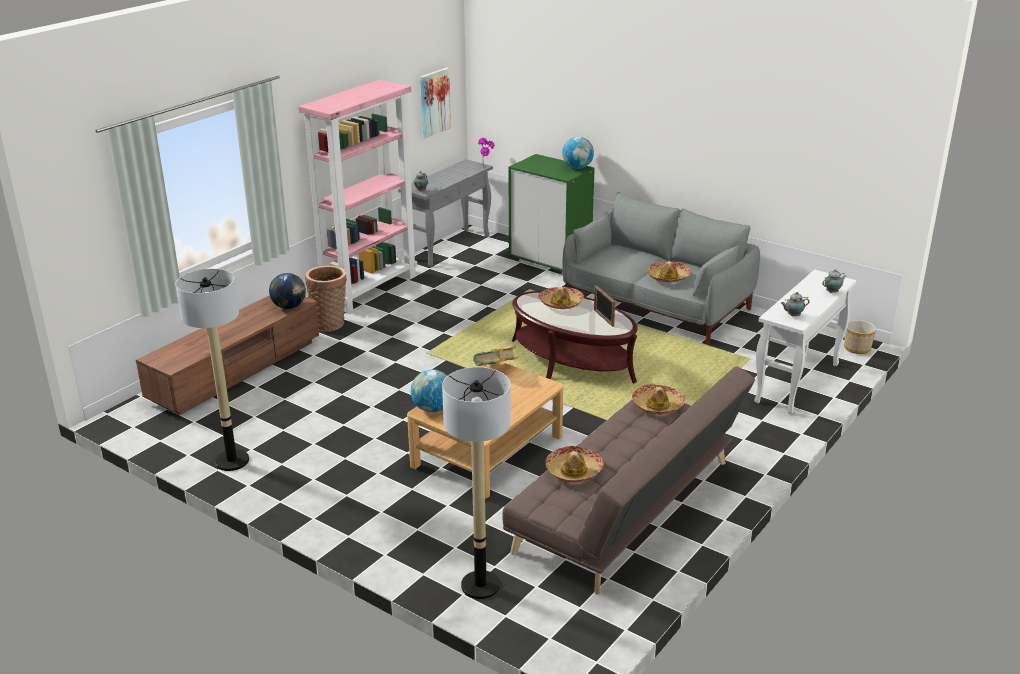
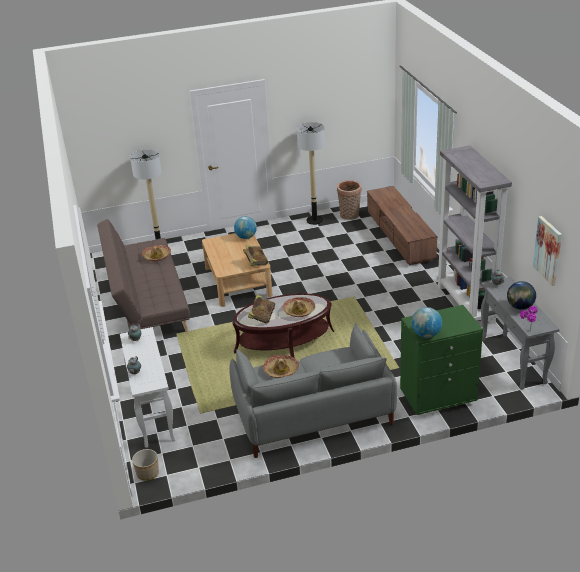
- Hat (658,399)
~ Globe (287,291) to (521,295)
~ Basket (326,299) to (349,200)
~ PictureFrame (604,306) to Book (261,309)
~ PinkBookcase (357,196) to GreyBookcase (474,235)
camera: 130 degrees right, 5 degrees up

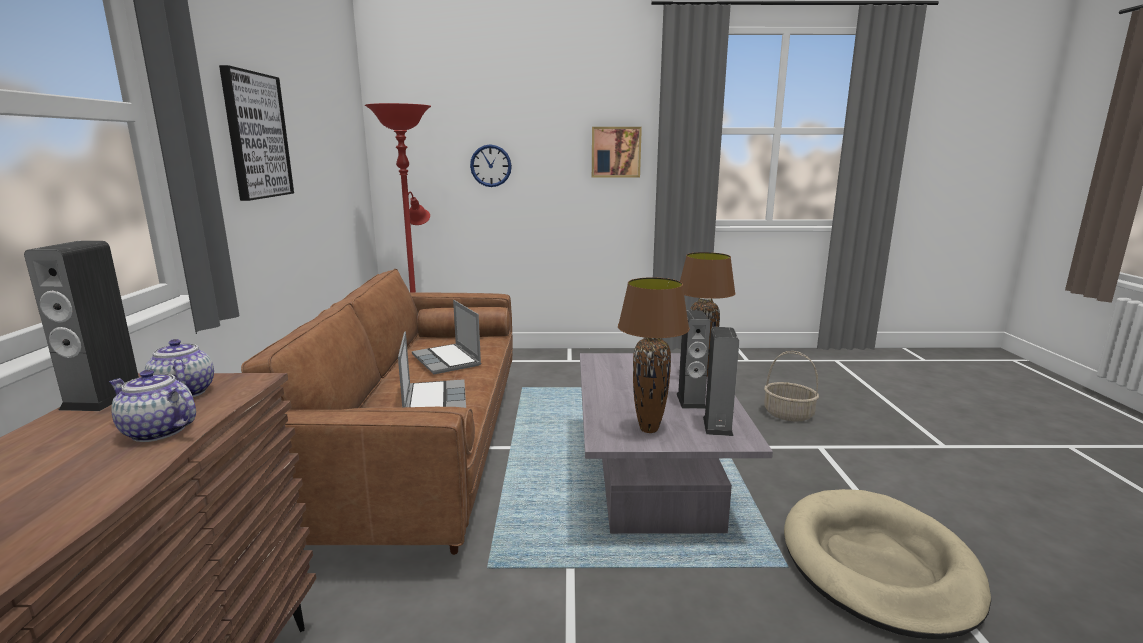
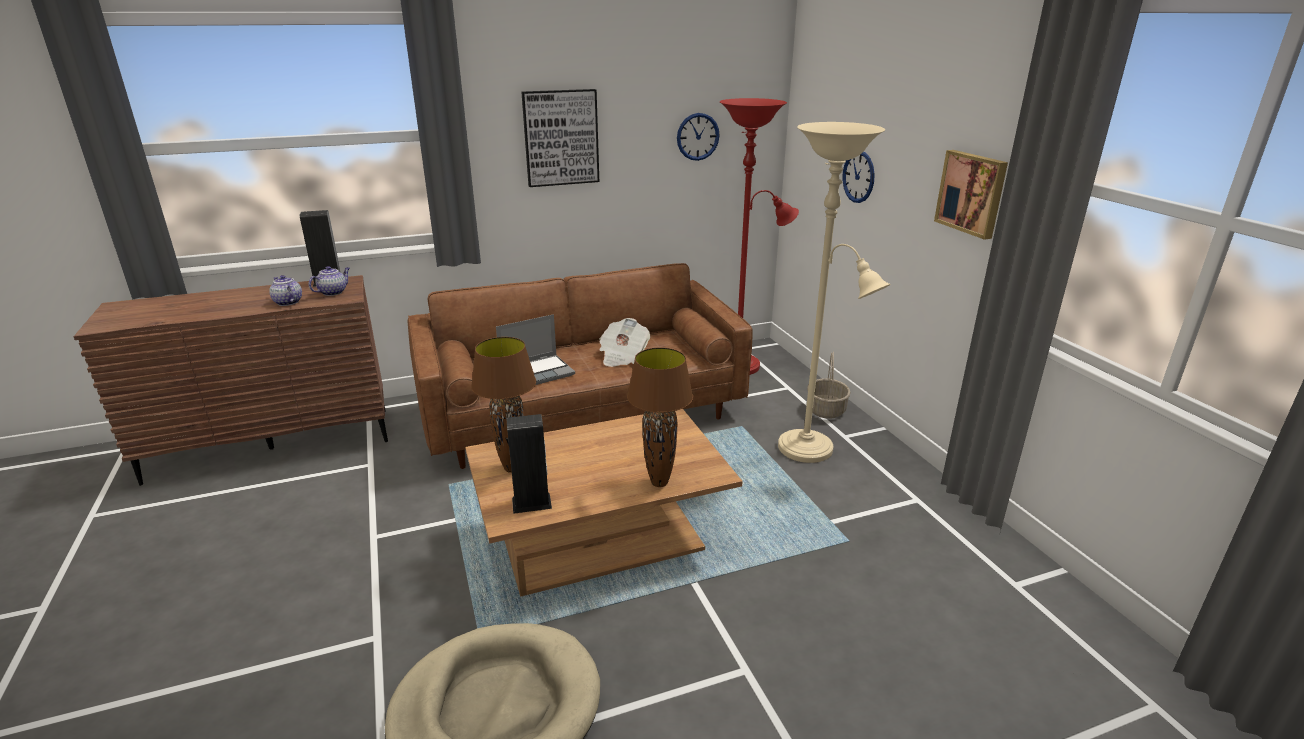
- Speaker (694,360)
+ WallClock (698,137)
+ BeigeFloorLamp (834,292)
~ Basket (791,386) to (829,385)
~ Laptop (446,337) to Newspaper (624,342)
~ GreyCoffeeTable (676,443) to BrownCoffeeTable (603,502)
~ Teapot (152,406) = (286,290) 45 degrees counterclockwise
camera: 70 degrees right, 10 degrees up

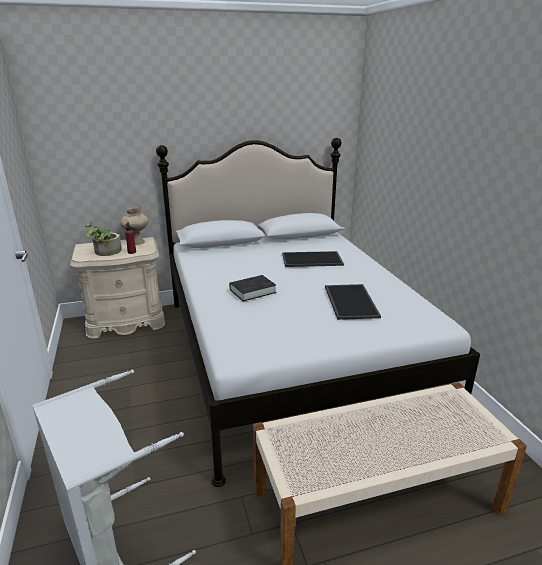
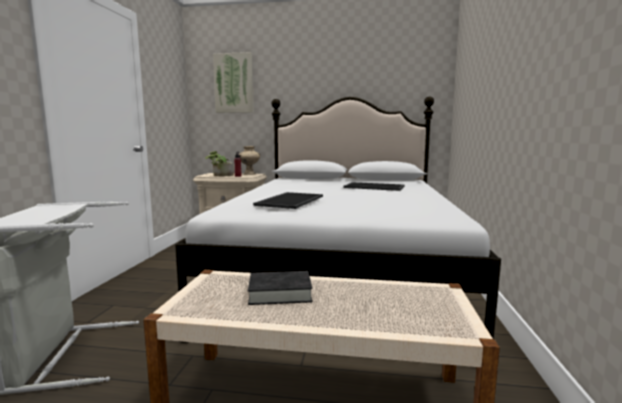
+ Picture (233,82)
~ BlackBook (252,288) to (280,288)
~ Tray (353,302) to (288,200)
camera: 25 degrees right, 15 degrees down

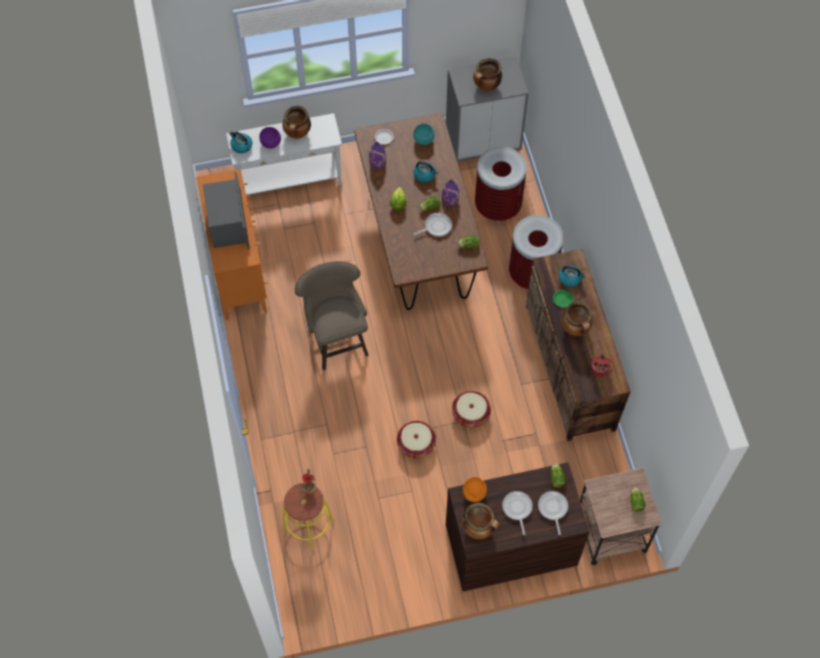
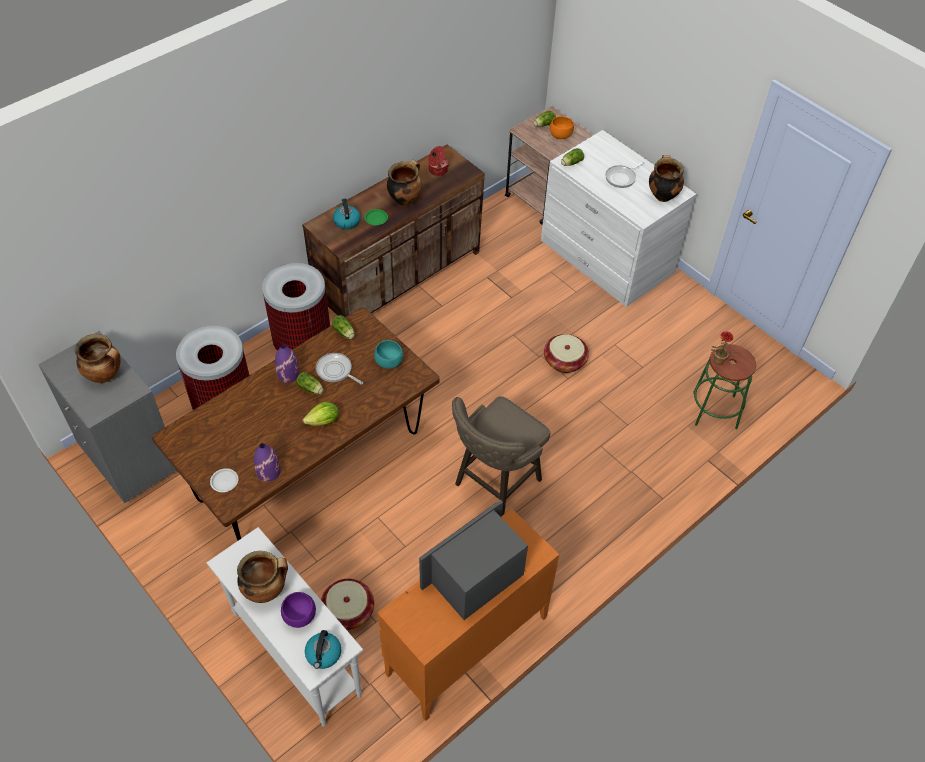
- Kettle (426,171)
- FryingPan (553,513)
~ TurquoiseBowl (424,134) to (388,354)
~ Basket (471,409) to (347,604)
~ OrangeBowl (474,489) to (562,127)
~ YellowStool (308,516) to GreenStool (724,386)
~ BrownDresser (518,526) to WhiteDresser (619,218)
camera: 120 degrees left, 10 degrees down

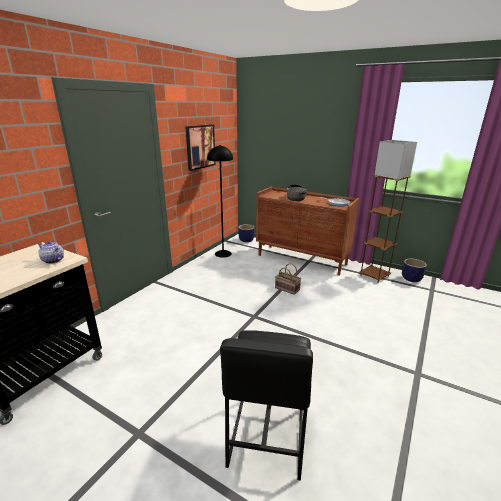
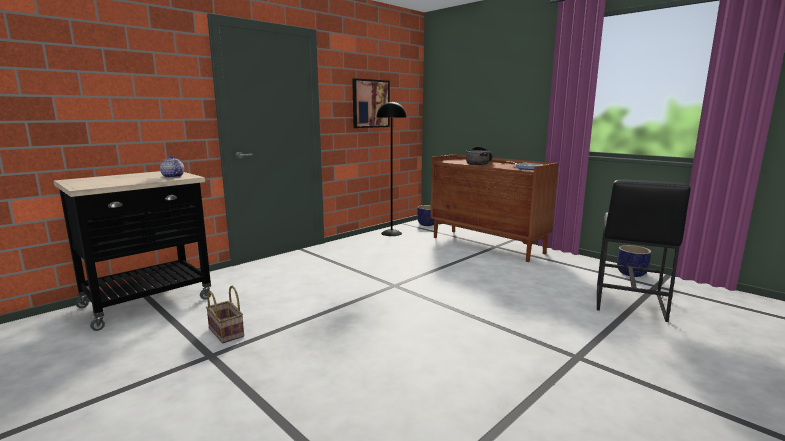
- BrownFloorLamp (388,211)
~ BlackChair (266,405) to (644,250)
~ Basket (288,279) to (225,314)
camera: 15 degrees right, 10 degrees down

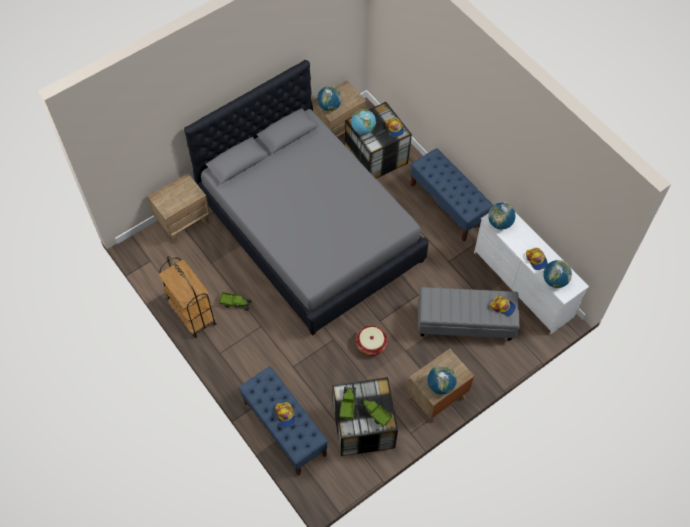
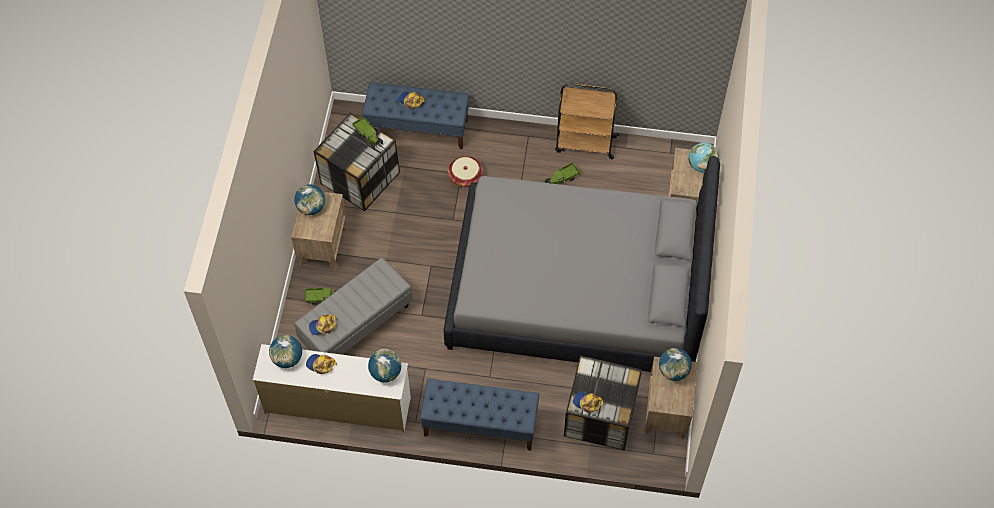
~ Globe (363,121) to (703,158)
~ Basket (372,341) to (465,171)
~ ToyTruck (375,411) to (321,296)
camera: 135 degrees right, 0 degrees up

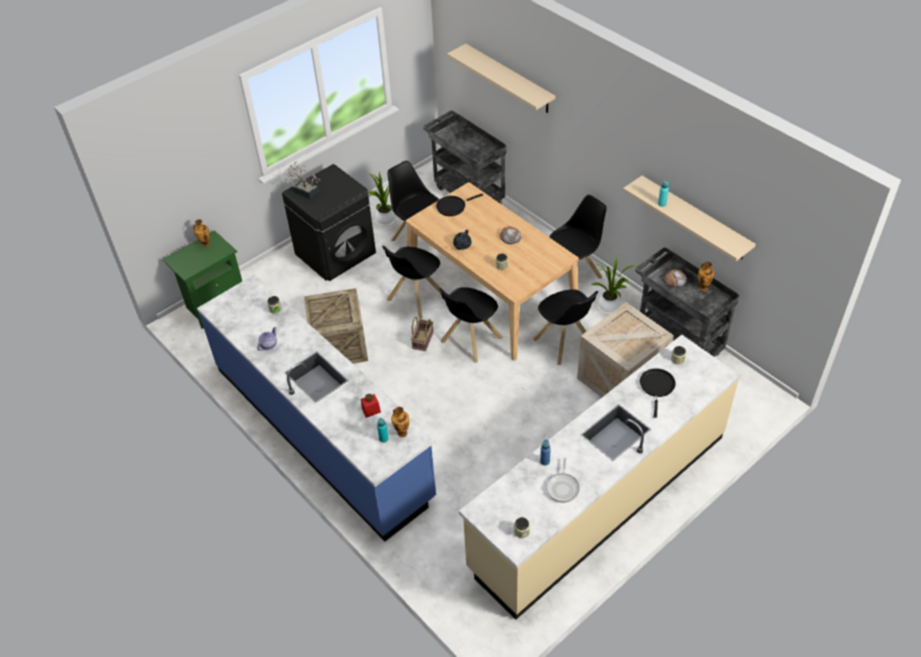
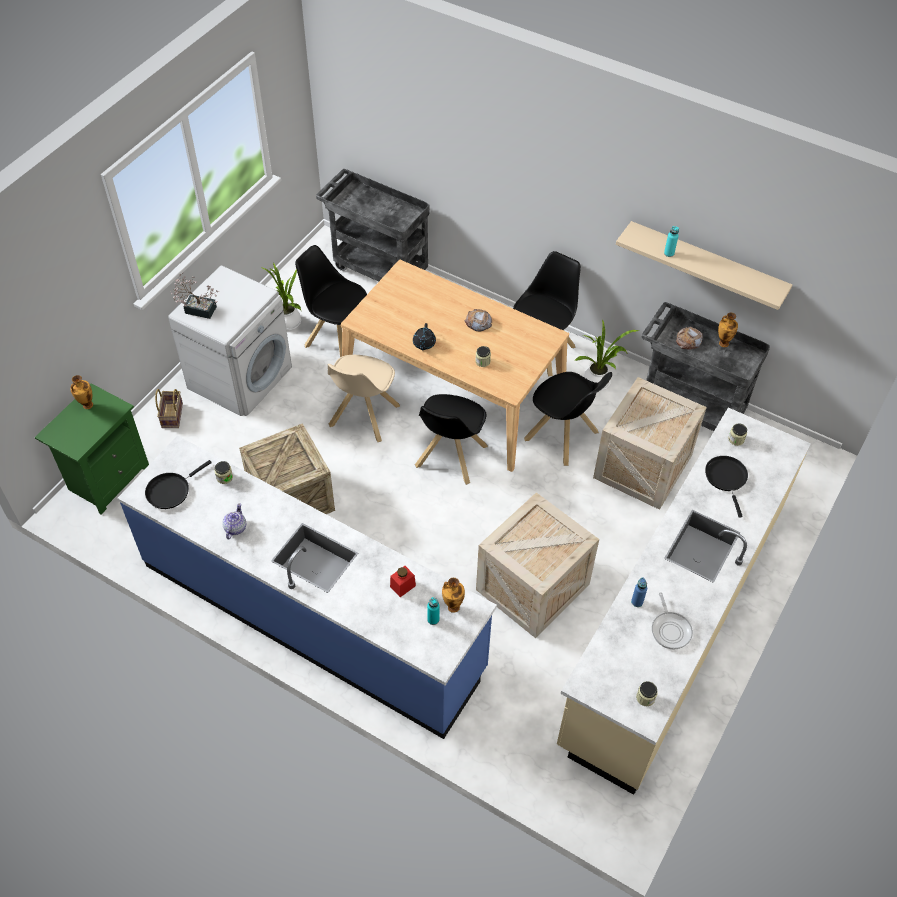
- BeigeShelf (501,78)
+ Crate (537,565)
~ Basket (422,334) to (169,408)
~ BlackFryingPan (459,205) to (178,484)
~ BlackWashingMachine (329,222) to WhiteWashingMachine (230,340)
~ BlackChair (411,282) to BeigeChair (363,398)
camera: 20 degrees left, 5 degrees up

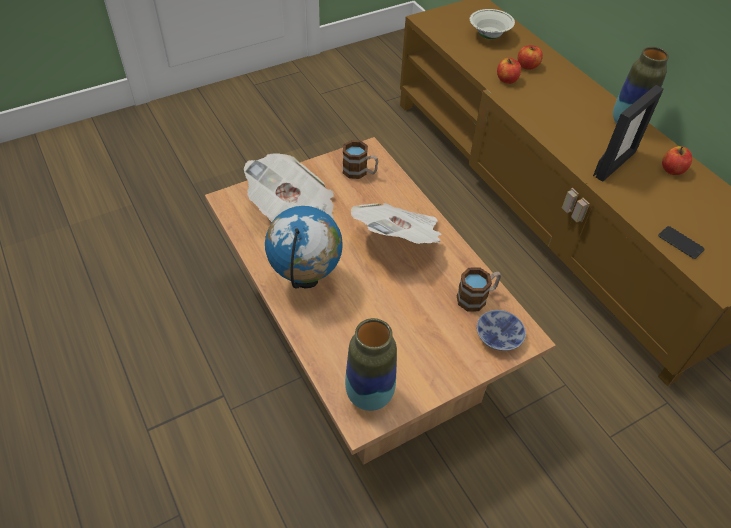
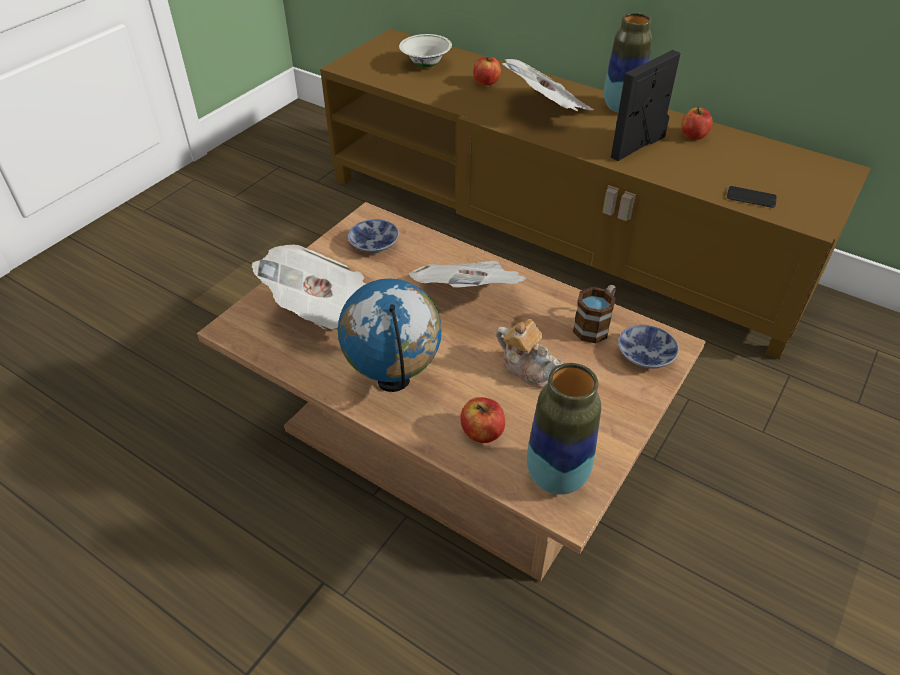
+ Teapot (529,353)
+ Newspaper (548,85)
~ Apple (509,71) to (483,420)
~ Mug (360,159) to Bowl (373,236)
~ PictureFrame (628,133) = (646,105) 150 degrees counterclockwise
camera: 25 degrees left, 5 degrees down

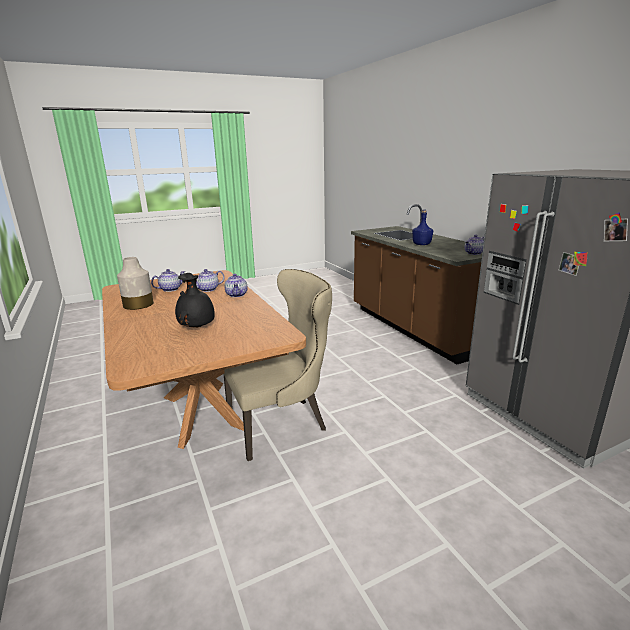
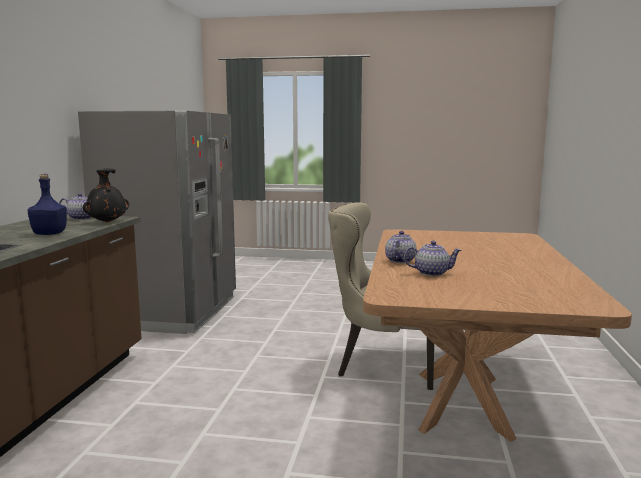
- BeigeVase (135,283)
- Teapot (168,280)
~ BlackVase (195,300) to (106,195)
camera: 145 degrees left, 10 degrees down

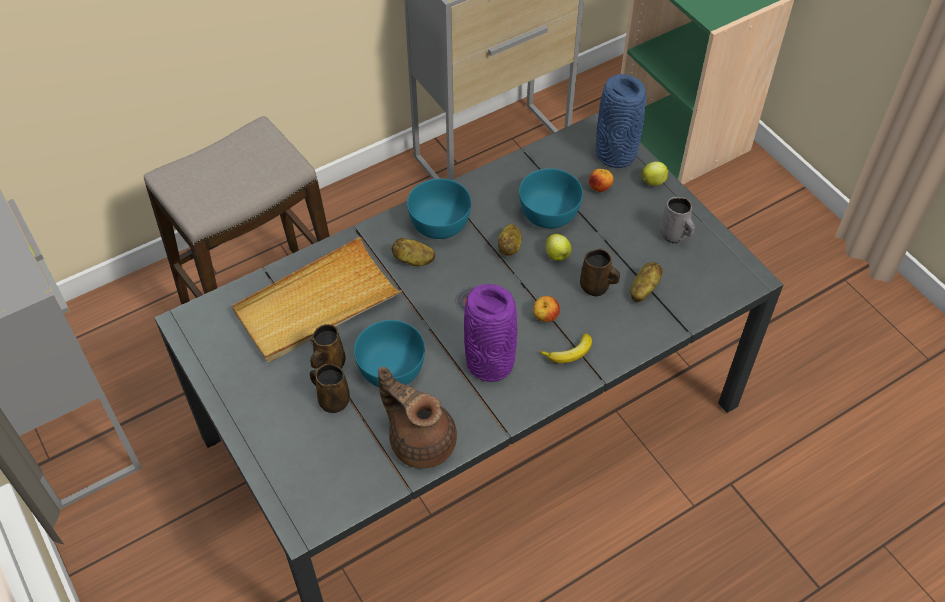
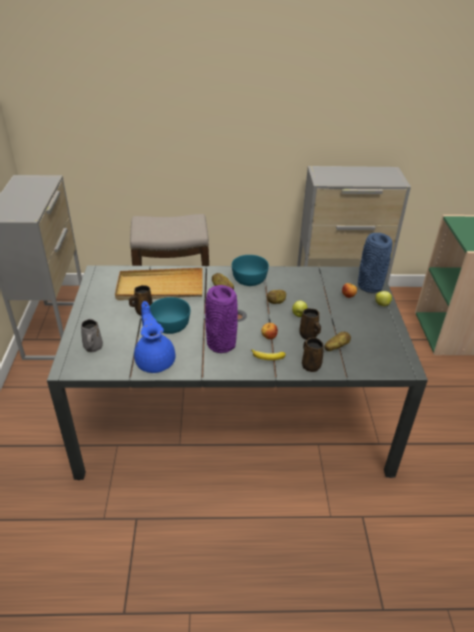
- TurquoiseBowl (551,198)
~ BrownMug (330,388) to (313,355)
~ GreyMug (677,220) to (92,335)
~ BrownTeapot (417,417) to BlueTeapot (154,337)
camera: 30 degrees right, 15 degrees down

